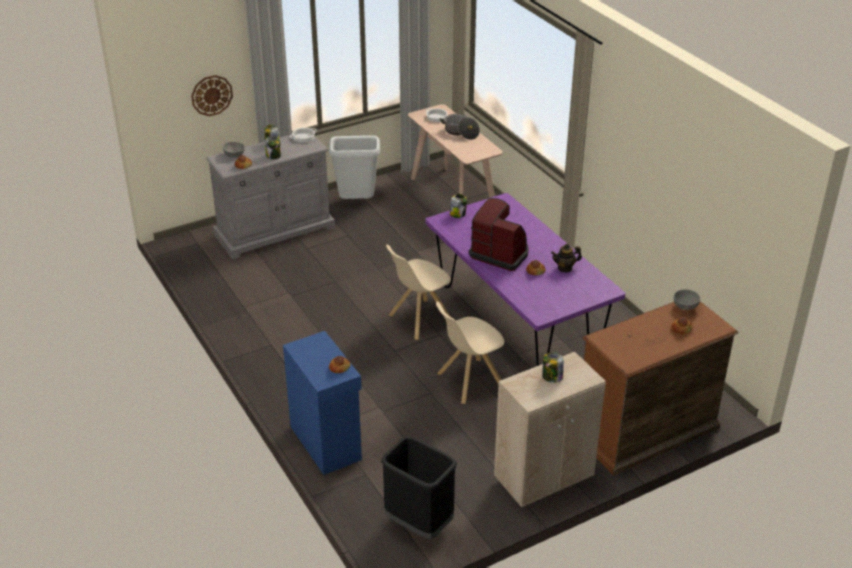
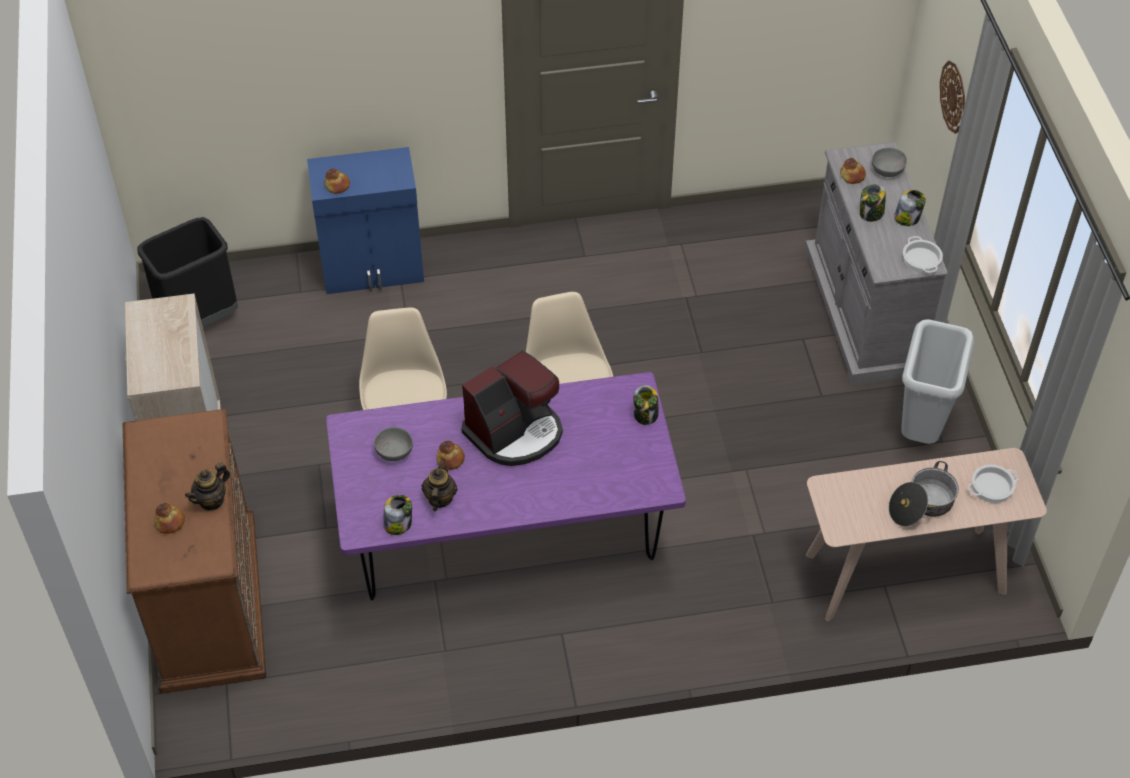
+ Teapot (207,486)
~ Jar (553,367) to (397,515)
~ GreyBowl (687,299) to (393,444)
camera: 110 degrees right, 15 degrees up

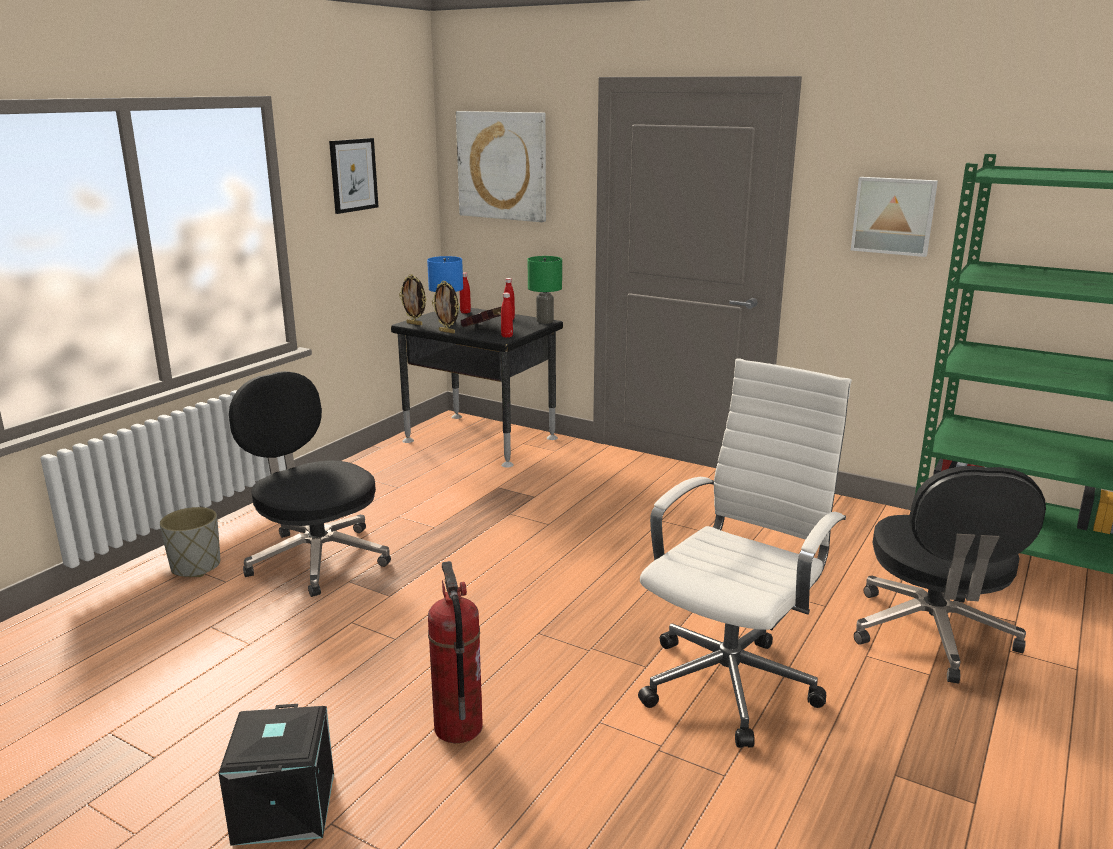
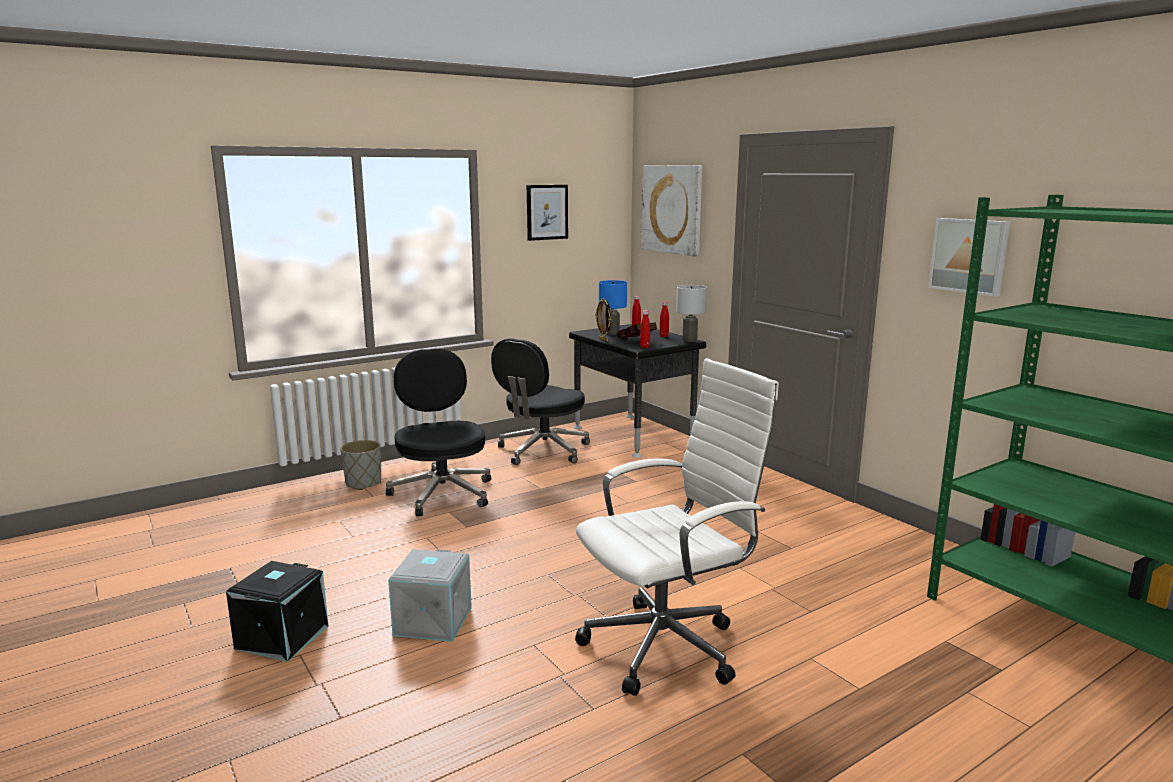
- PictureFrame (412,299)
~ BlackOfficeChair (950,575) to (540,401)
~ FireExtinguisher (455,652) to GreyStorageBox (430,595)
~ GreenTableLamp (545,290) to WhiteTableLamp (691,313)
camera: 25 degrees right, 5 degrees down

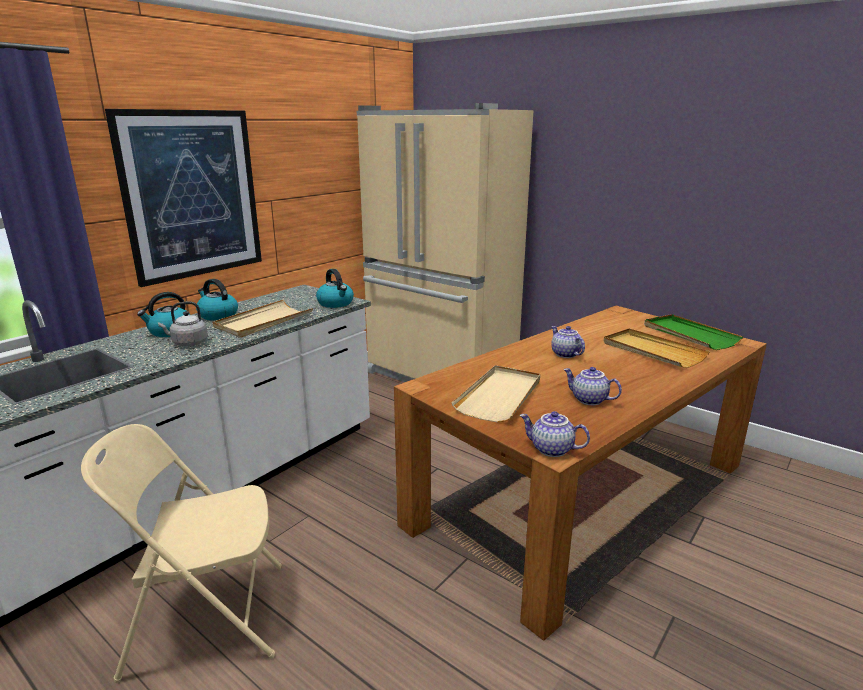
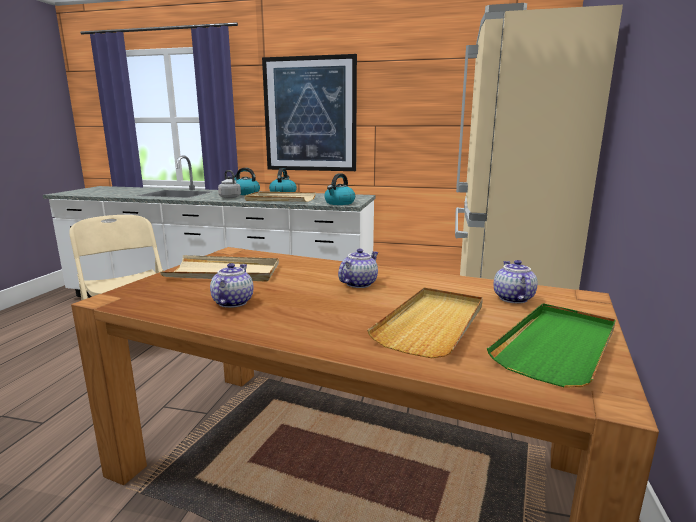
~ Teapot (555,434) to (516,281)
camera: 65 degrees right, 5 degrees down

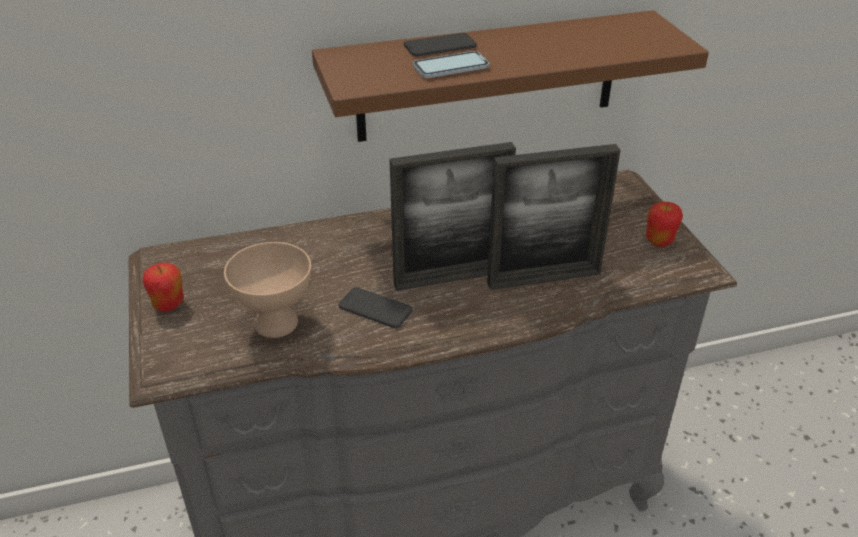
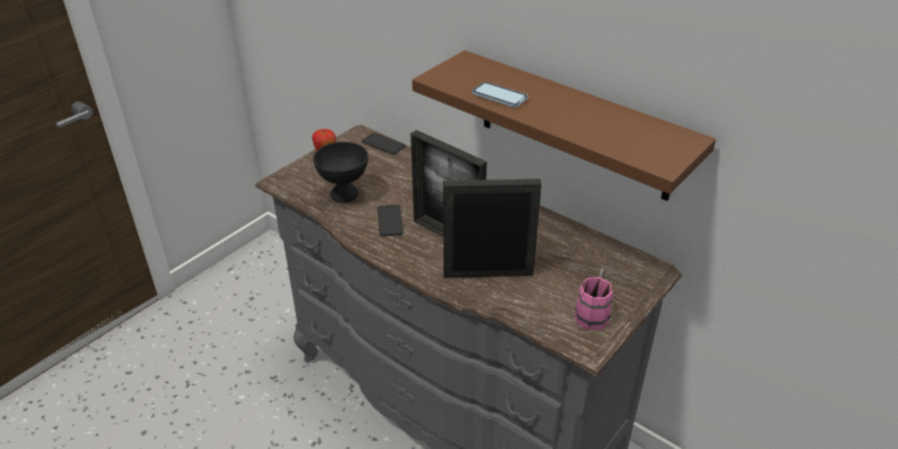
~ Phone (440,44) to (383,144)
~ Apple (664,224) to PinkMug (594,299)
~ BeigeBowl (268,290) to BlackBowl (340,172)
~ PictureFrame (554,217) = (492,228) 135 degrees clockwise
camera: 55 degrees right, 0 degrees up

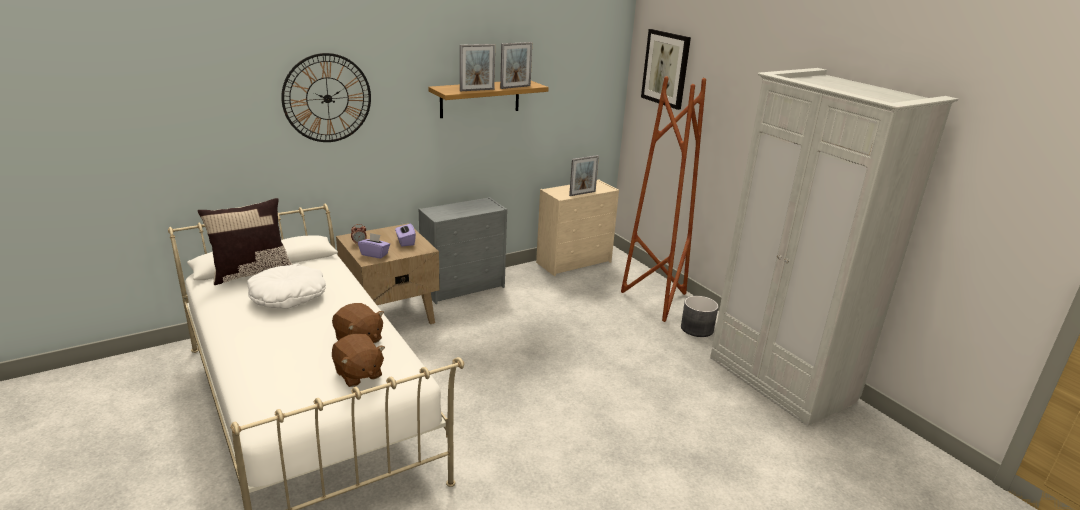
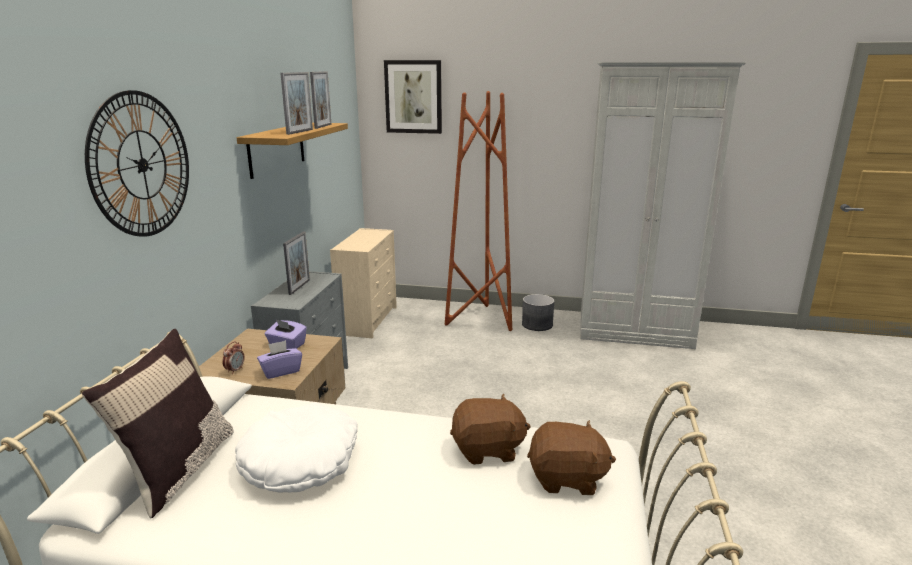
~ PictureFrame (584,175) to (296,263)
camera: 45 degrees left, 5 degrees down

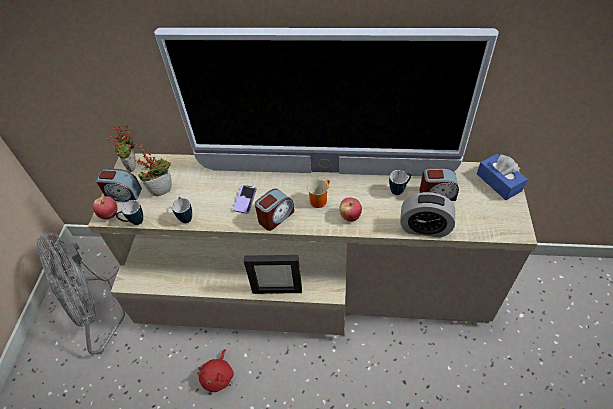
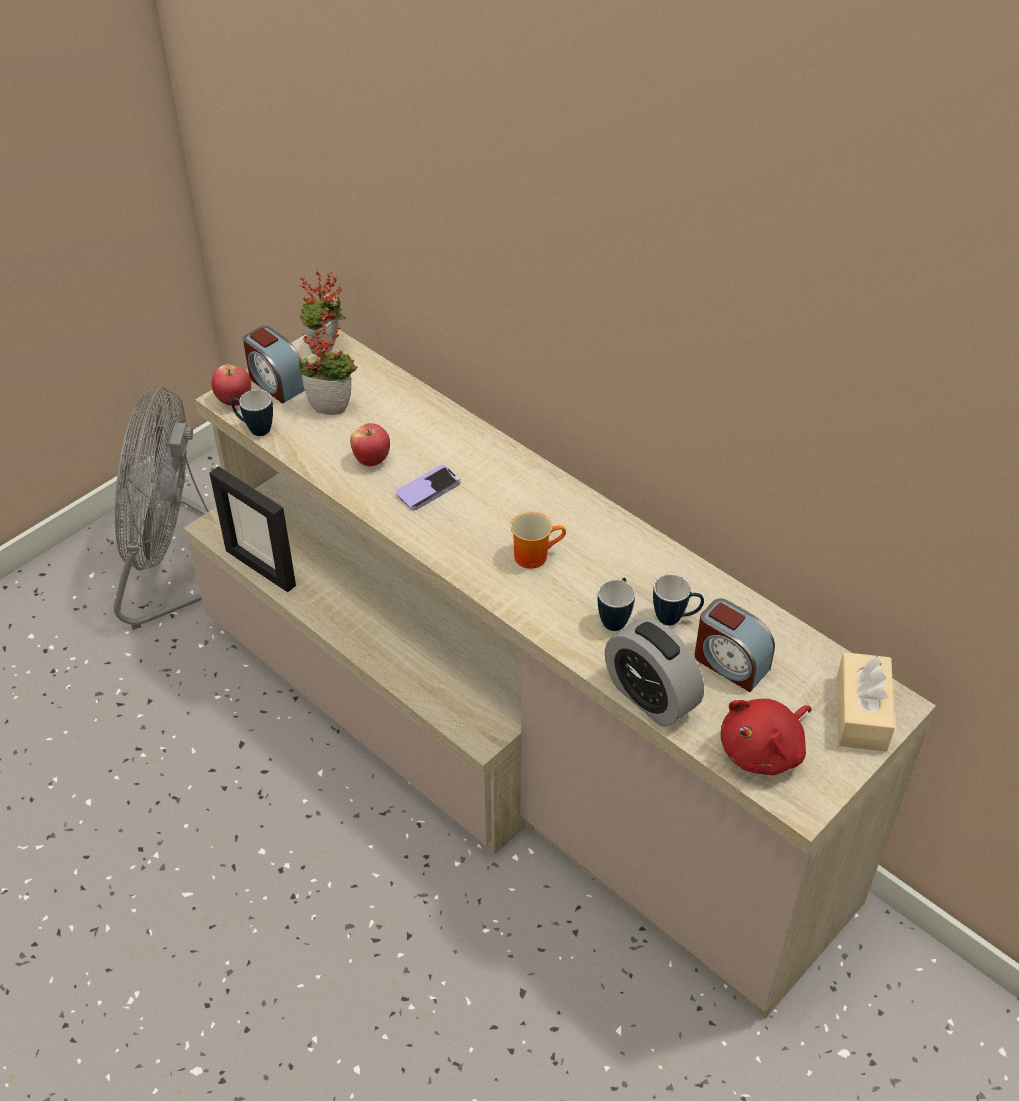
- Television (326,102)
- AlarmClock (274,210)
~ Mug (181,210) to (616,604)
~ RedPlushToy (215,370) to (766,737)
~ PictureFrame (273,274) to (252,529)
~ Apple (350,209) to (370,445)
~ BlueTissueBox (502,177) to BeigeTissueBox (866,702)
camera: 35 degrees right, 5 degrees down

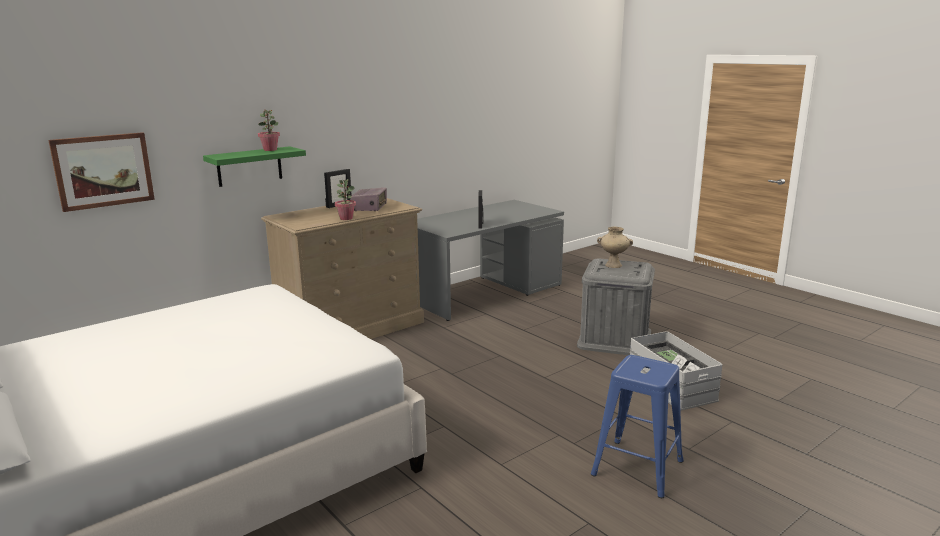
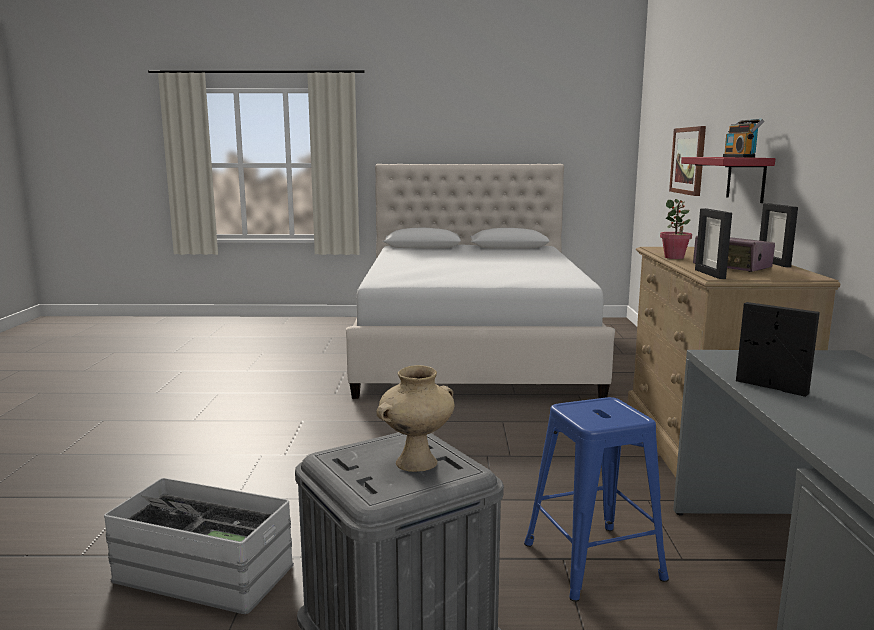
+ PictureFrame (713,243)
~ BlueStool (637,426) to (596,499)
~ PottedPlant (269,130) to Radio (743,138)
~ GreenShelf (254,166) to RedShelf (728,180)
camera: 130 degrees right, 5 degrees down

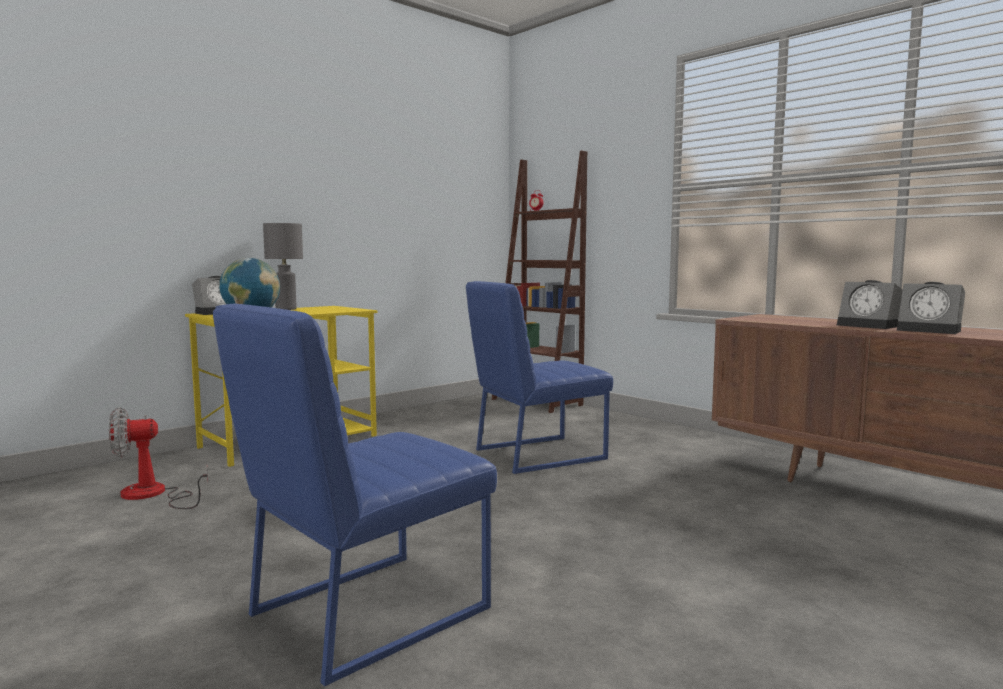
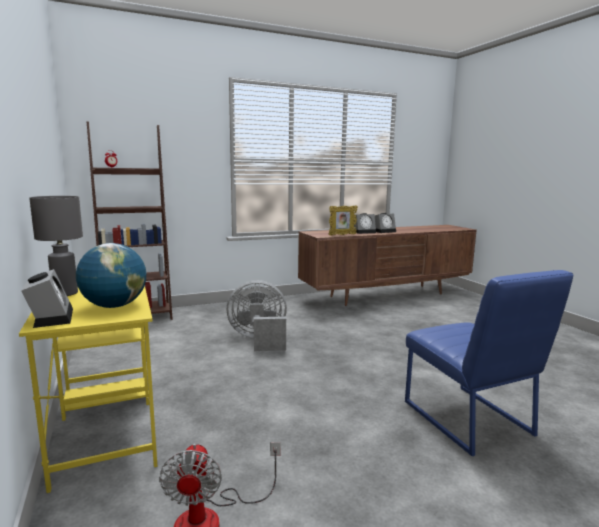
+ PictureFrame (343,220)
~ BlueChair (539,377) to GreyFan (257,315)
camera: 70 degrees left, 5 degrees up

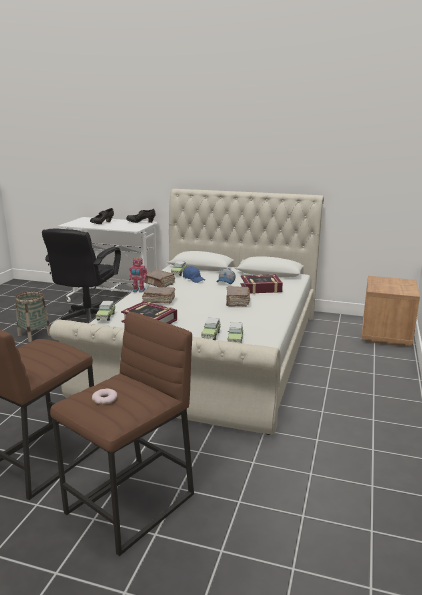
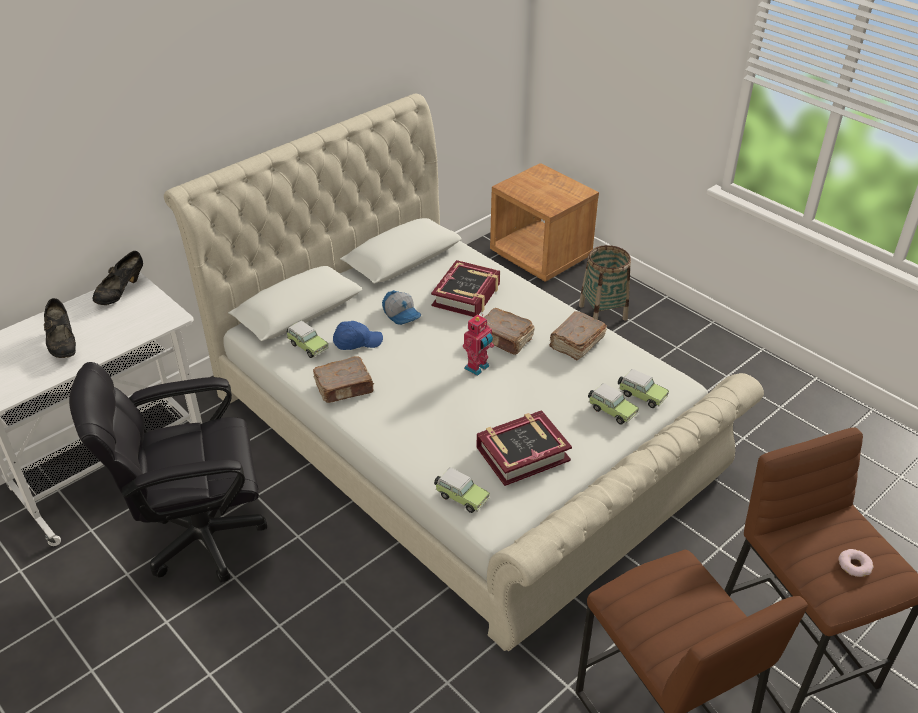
~ Basket (32,316) to (605,283)
~ ToyRobot (138,275) to (478,345)
~ BrownBook (158,295) to (578,335)
~ BlackOfficeChair (81,276) = (168,472) 120 degrees clockwise
camera: 60 degrees left, 20 degrees up

